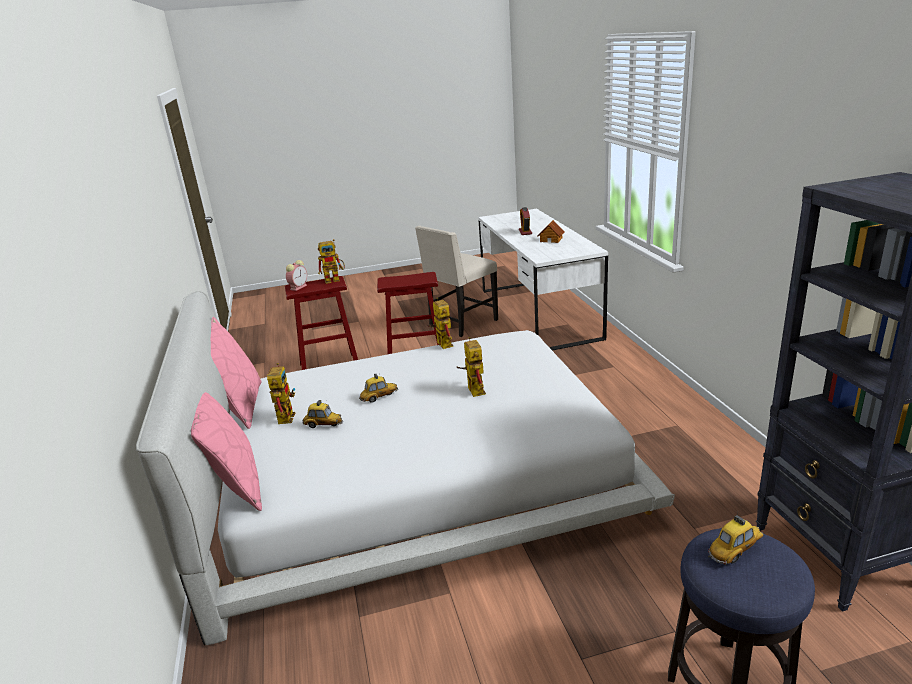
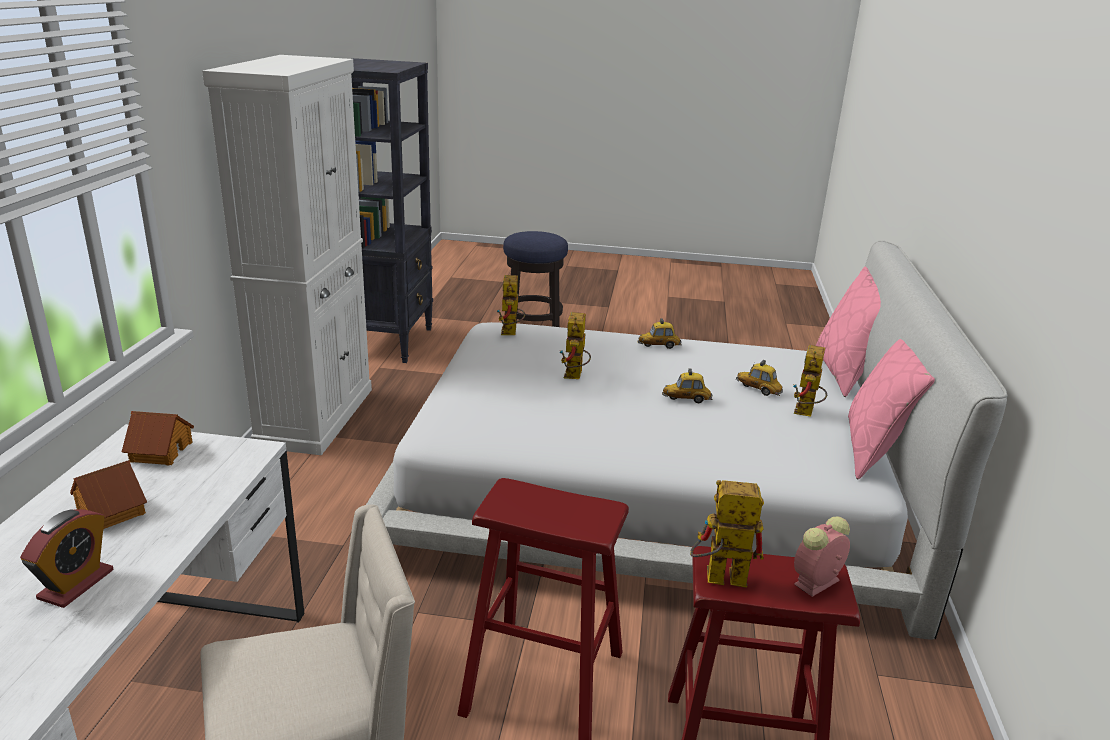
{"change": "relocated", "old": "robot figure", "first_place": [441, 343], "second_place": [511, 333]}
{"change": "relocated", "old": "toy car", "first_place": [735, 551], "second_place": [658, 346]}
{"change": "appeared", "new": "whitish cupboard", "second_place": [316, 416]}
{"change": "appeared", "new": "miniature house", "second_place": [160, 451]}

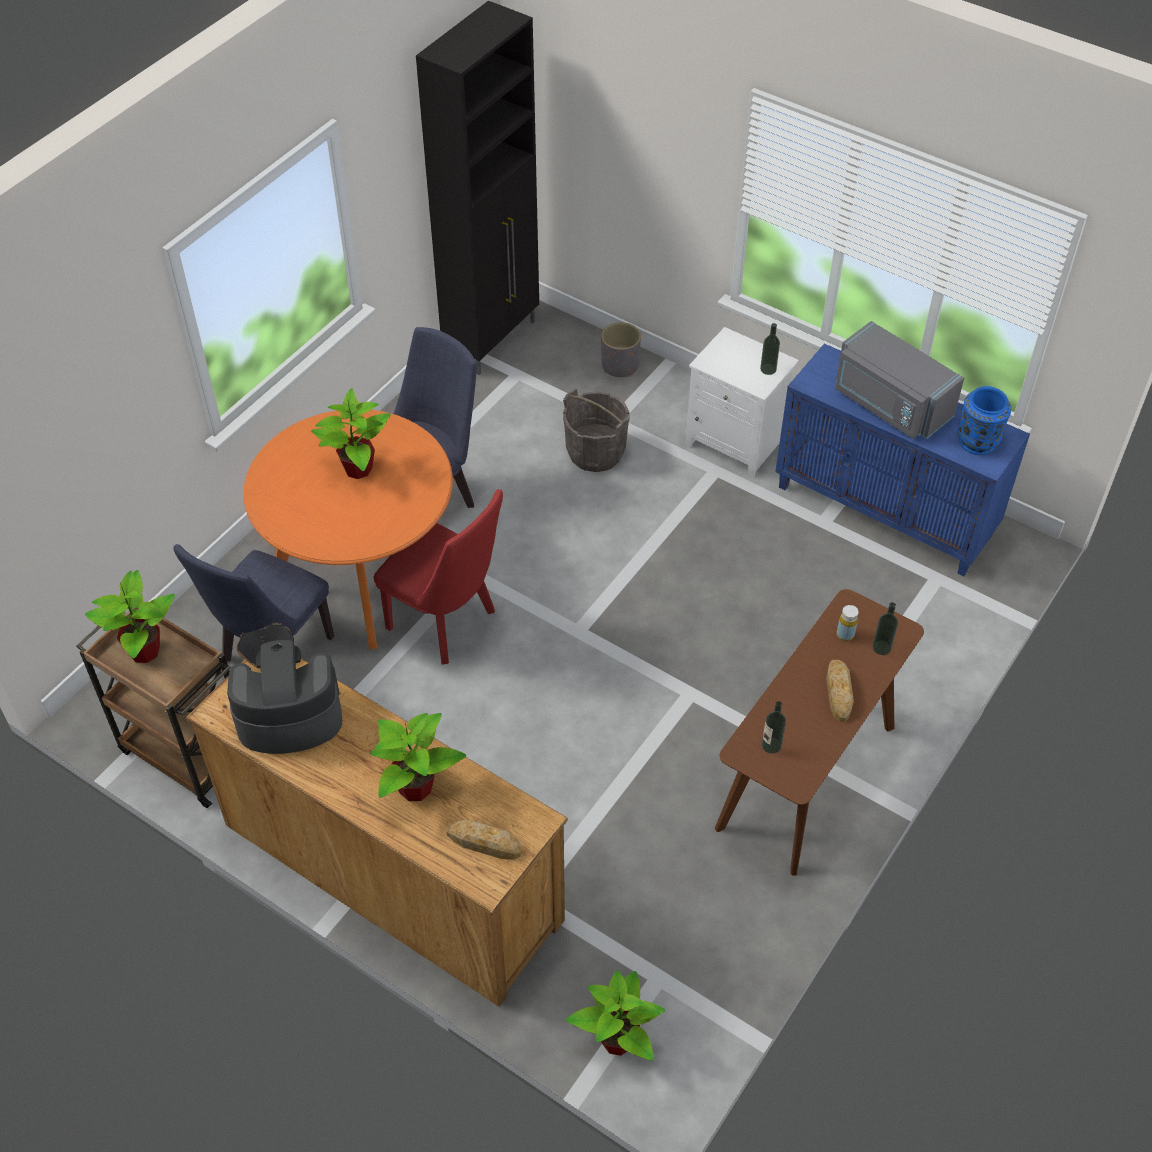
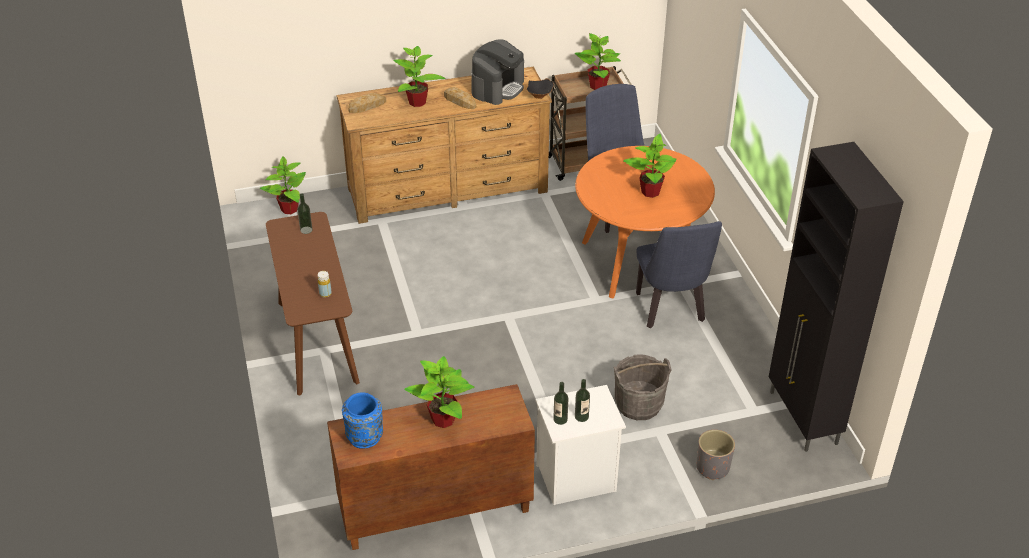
{"change": "exchanged", "old": "gray microwave oven", "new": "potted plant", "first_place": [889, 404], "second_place": [444, 419]}
{"change": "colour", "old": "blue cupboard", "new": "brown cupboard", "first_place": [885, 511], "second_place": [434, 511]}
{"change": "missing", "old": "red-coloured upright chair", "first_place": [448, 624]}
{"change": "relocated", "old": "drink bottle", "first_place": [881, 647], "second_place": [581, 416]}
{"change": "relocated", "old": "bread", "first_place": [838, 692], "second_place": [459, 101]}

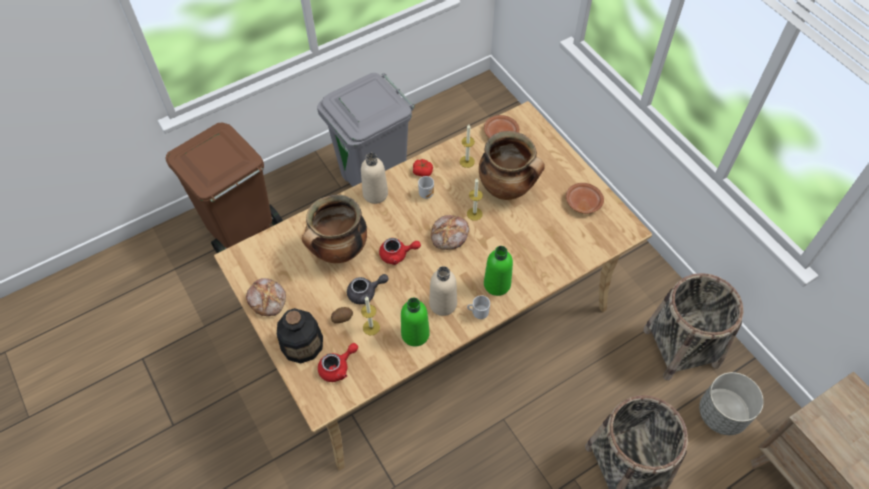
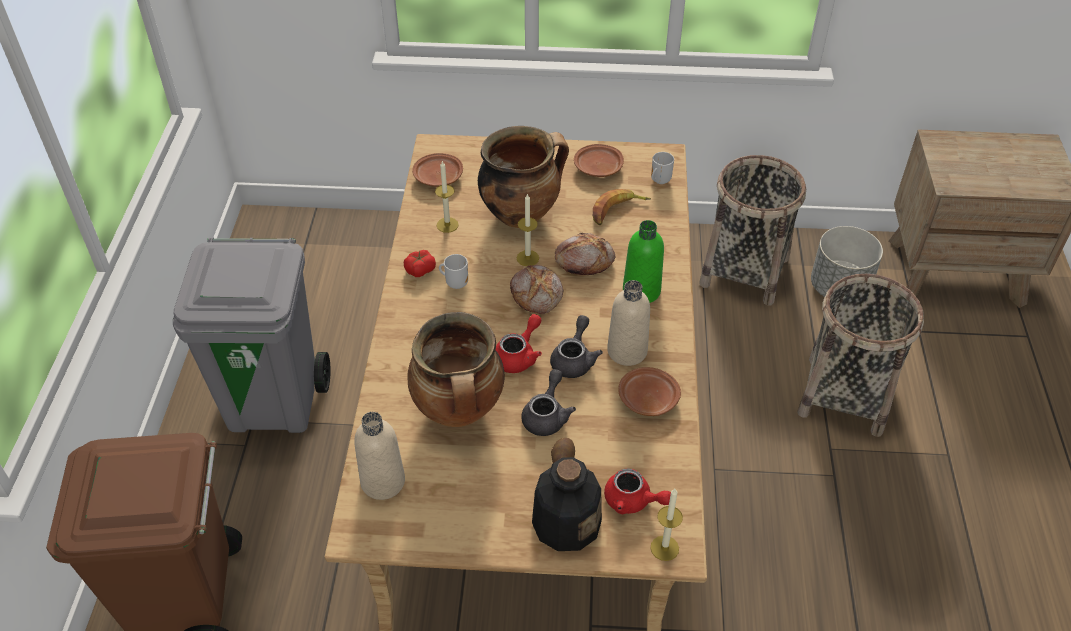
{"change": "relocated", "old": "sand-coloured drink bottle", "first_place": [375, 194], "second_place": [383, 482]}
{"change": "relocated", "old": "bread", "first_place": [268, 299], "second_place": [584, 260]}
{"change": "relocated", "old": "tea mug", "first_place": [479, 313], "second_place": [659, 181]}
{"change": "relocated", "old": "candle", "first_place": [371, 327], "second_place": [664, 548]}
{"change": "exchanged", "old": "green drink bottle", "new": "brown dinner plate", "first_place": [415, 334], "second_place": [647, 398]}
{"change": "spun", "old": "red-coloured pot for tea", "first_place": [338, 367], "second_place": [633, 501], "degrees": 120}
{"change": "appeared", "new": "banana", "second_place": [617, 211]}
{"change": "appeared", "new": "gray pot for tea", "second_place": [574, 359]}

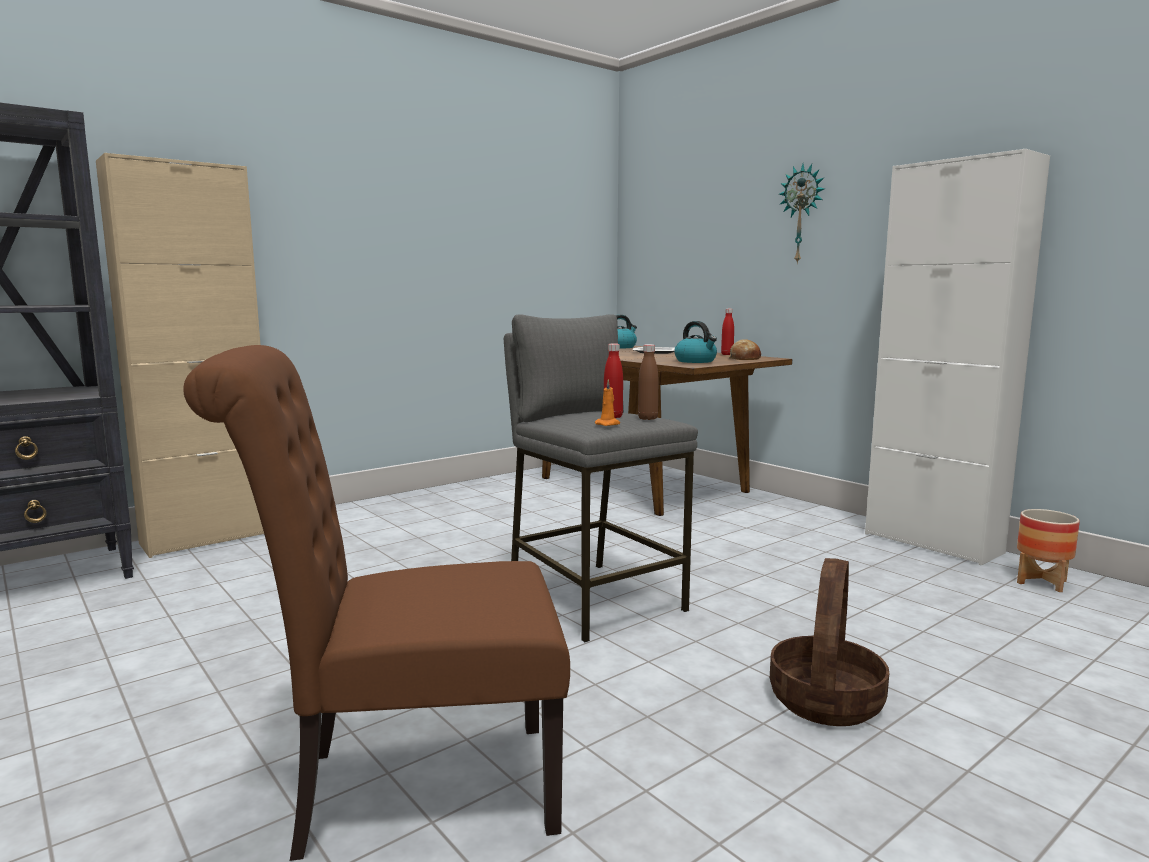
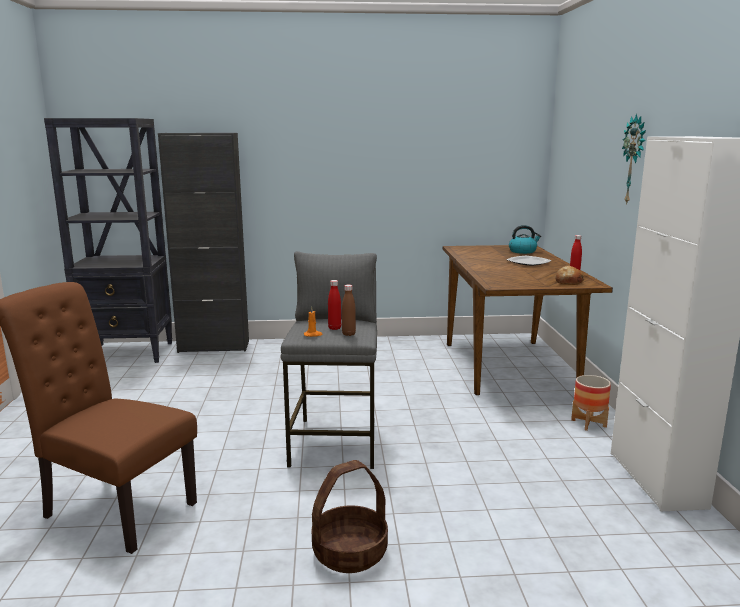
{"change": "colour", "old": "sand-coloured cupboard", "new": "black-coloured cupboard", "first_place": [208, 538], "second_place": [214, 347]}
{"change": "missing", "old": "tea kettle", "first_place": [696, 361]}
{"change": "relocated", "old": "planter", "first_place": [1041, 582], "second_place": [588, 423]}

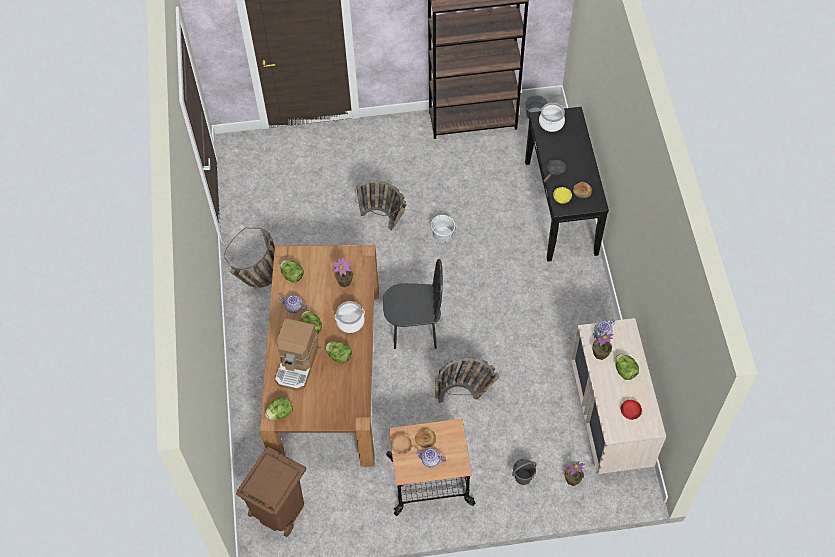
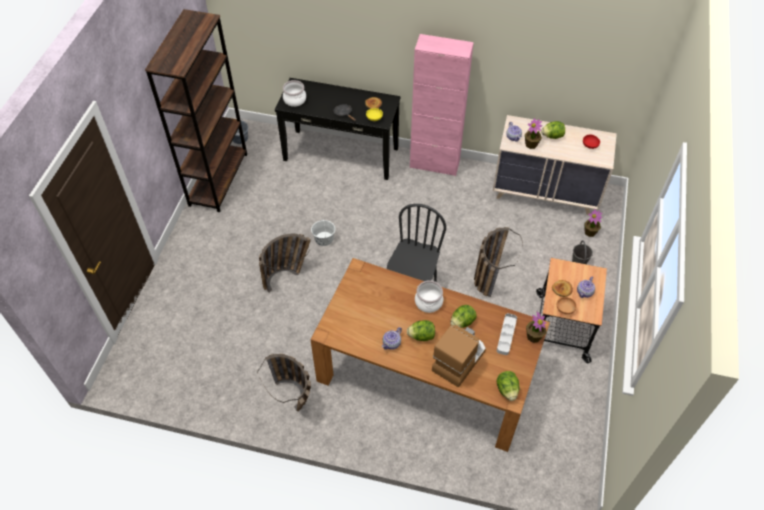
{"change": "relocated", "old": "potted plant", "first_place": [344, 281], "second_place": [533, 336]}
{"change": "missing", "old": "lettuce head", "first_place": [292, 275]}
{"change": "spun", "old": "coffee machine", "first_place": [297, 365], "second_place": [458, 359], "degrees": -90}
{"change": "missing", "old": "brown waste bin", "first_place": [279, 509]}
{"change": "appeared", "new": "pink-coloured cupboard", "second_place": [434, 164]}
{"change": "appeared", "new": "gray carrying tray", "second_place": [506, 335]}

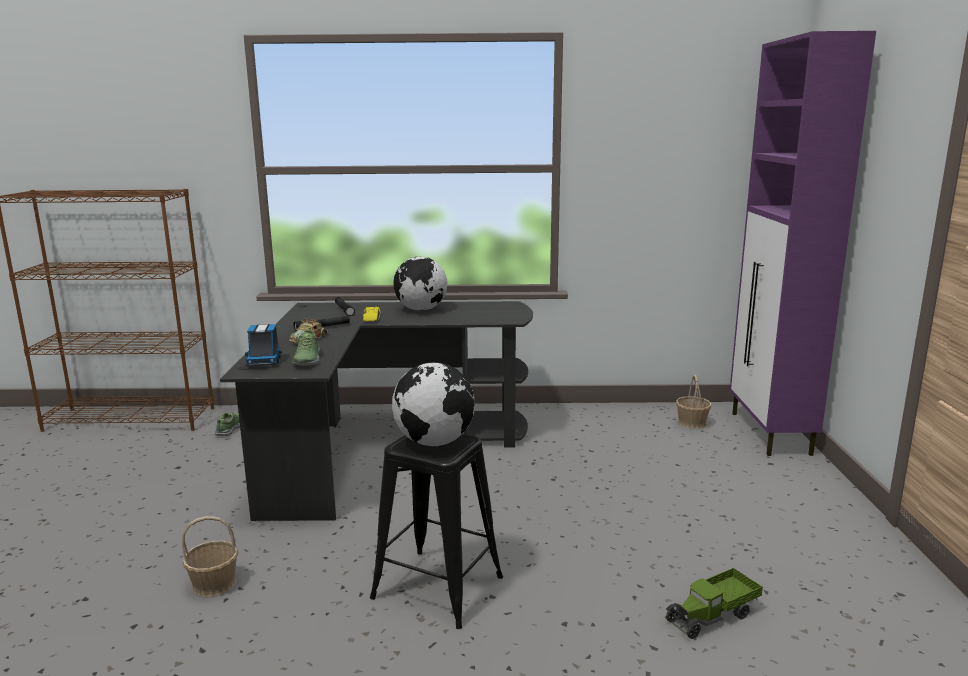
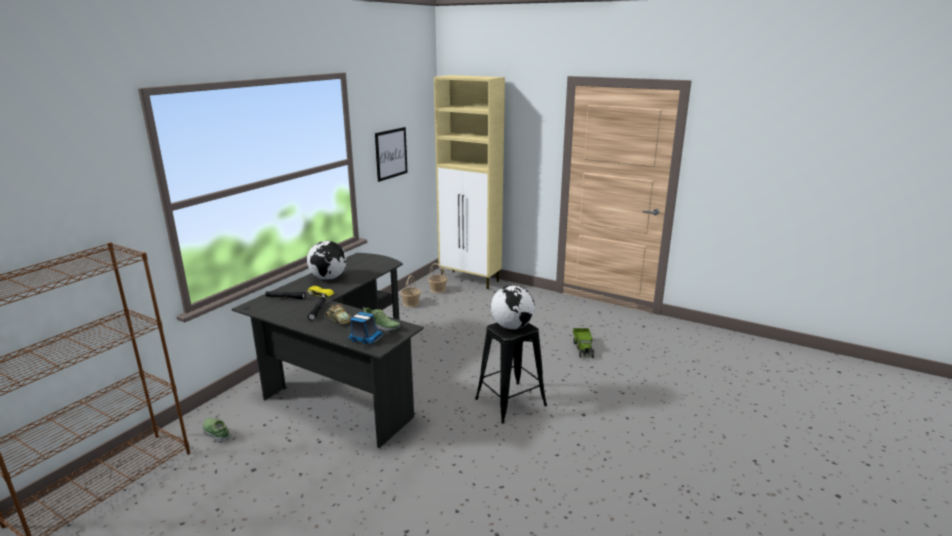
{"change": "colour", "old": "purple cupboard", "new": "sand-coloured cupboard", "first_place": [770, 434], "second_place": [470, 280]}
{"change": "relocated", "old": "storage basket", "first_place": [214, 584], "second_place": [411, 303]}
{"change": "appeared", "new": "picture", "second_place": [391, 153]}

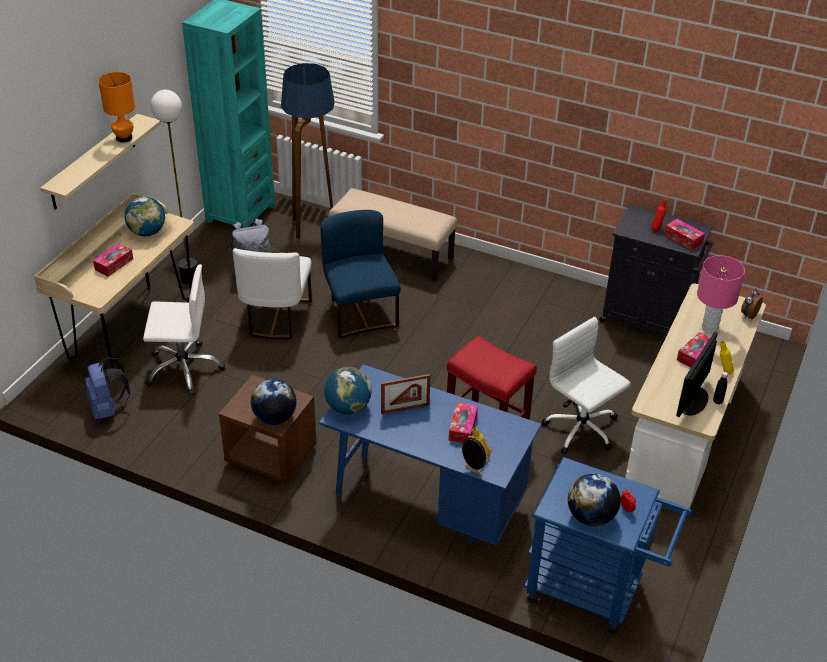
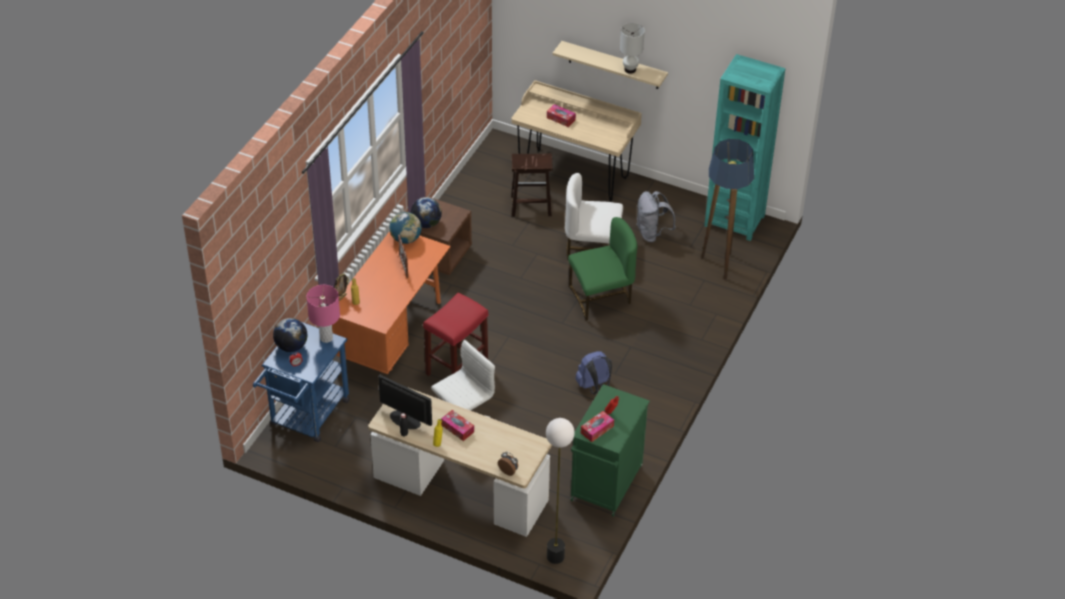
{"change": "colour", "old": "orange table lamp", "new": "whitish table lamp", "first_place": [124, 138], "second_place": [630, 69]}
{"change": "relocated", "old": "standing lamp", "first_place": [189, 279], "second_place": [555, 556]}
{"change": "missing", "old": "sand-coloured bench", "first_place": [393, 254]}
{"change": "missing", "old": "desk globe", "first_place": [147, 232]}
{"change": "colour", "old": "black-coloured cupboard", "new": "green cupboard", "first_place": [648, 319], "second_place": [606, 484]}
{"change": "colour", "old": "blue upright chair", "new": "green upright chair", "first_place": [360, 313], "second_place": [601, 297]}
{"change": "relocated", "old": "pink-coloured table lamp", "first_place": [710, 328], "second_place": [326, 338]}
{"change": "exchanged", "old": "whitish computer chair", "new": "brown sitting stool", "first_place": [184, 369], "second_place": [530, 206]}
{"change": "relocated", "old": "blue backpack", "first_place": [108, 409], "second_place": [594, 387]}
{"change": "colour", "old": "blue desk unit", "new": "orange desk unit", "first_place": [427, 502], "second_place": [392, 335]}
{"change": "missing", "old": "tissue holder", "first_place": [463, 427]}

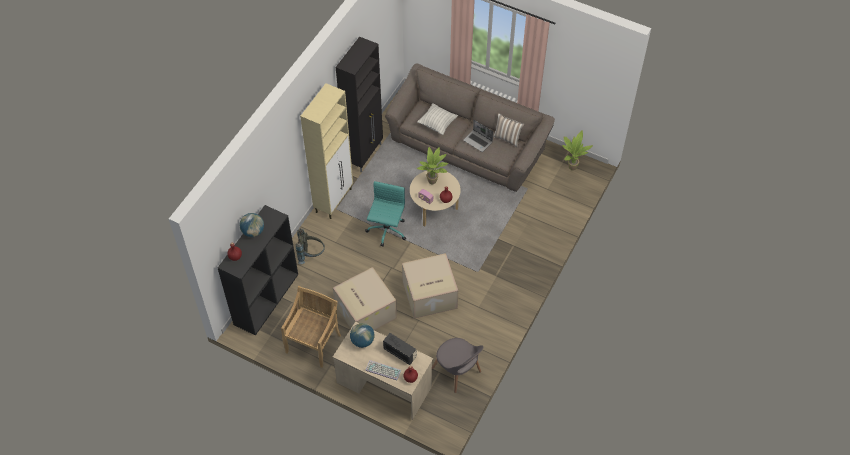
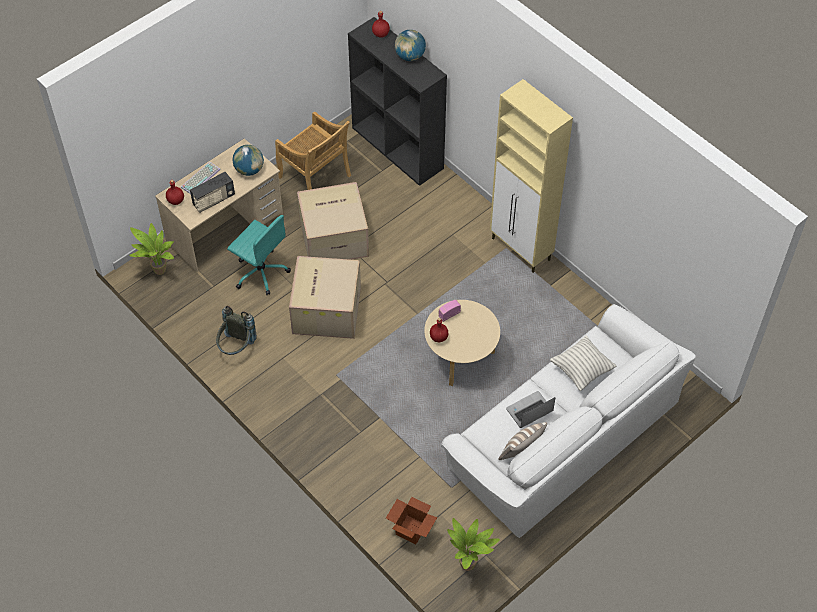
{"change": "missing", "old": "black-coloured cupboard", "first_place": [364, 155]}
{"change": "colour", "old": "brown sofa", "new": "whitish sofa", "first_place": [467, 145], "second_place": [562, 436]}
{"change": "relocated", "old": "potted plant", "first_place": [433, 182], "second_place": [158, 272]}
{"change": "relocated", "old": "turquoise-coloured computer chair", "first_place": [386, 231], "second_place": [261, 272]}
{"change": "relocated", "old": "gray backpack", "first_place": [311, 255], "second_place": [236, 347]}
{"change": "missing", "old": "gray upright chair", "first_place": [457, 372]}
{"change": "appeared", "new": "cardboard box", "second_place": [411, 530]}

